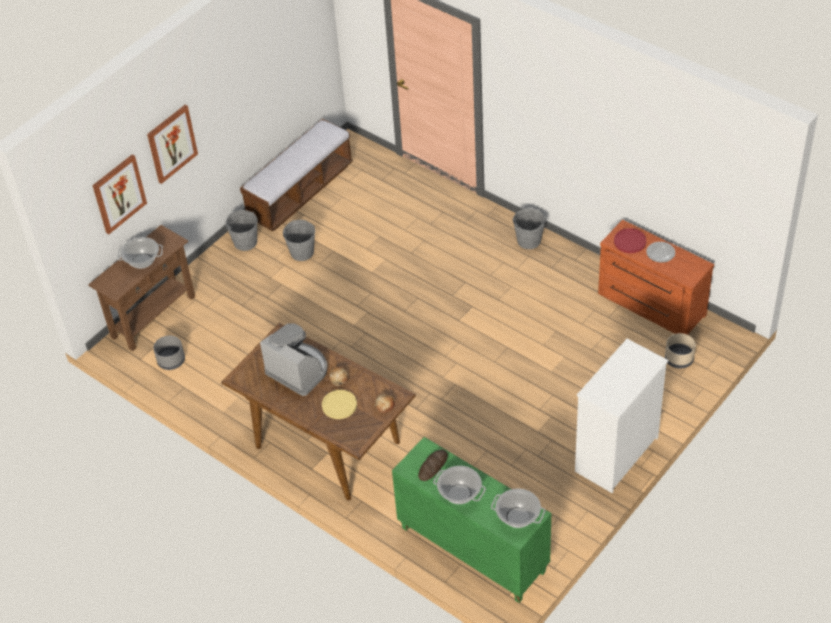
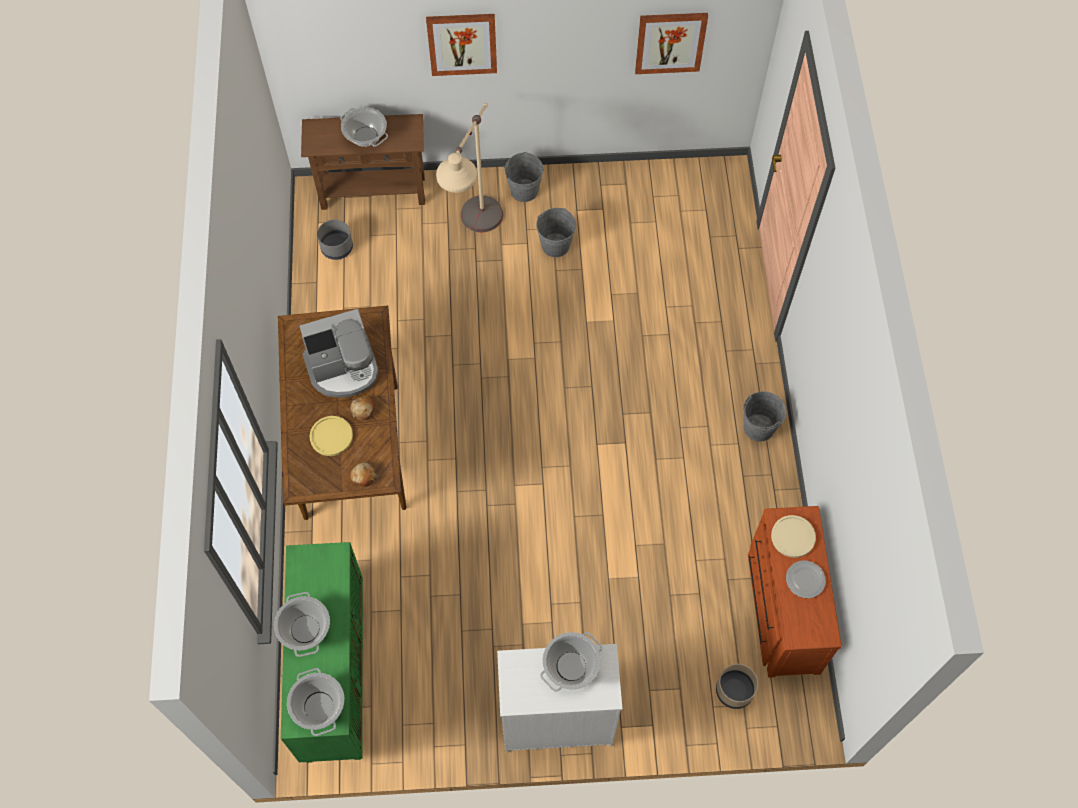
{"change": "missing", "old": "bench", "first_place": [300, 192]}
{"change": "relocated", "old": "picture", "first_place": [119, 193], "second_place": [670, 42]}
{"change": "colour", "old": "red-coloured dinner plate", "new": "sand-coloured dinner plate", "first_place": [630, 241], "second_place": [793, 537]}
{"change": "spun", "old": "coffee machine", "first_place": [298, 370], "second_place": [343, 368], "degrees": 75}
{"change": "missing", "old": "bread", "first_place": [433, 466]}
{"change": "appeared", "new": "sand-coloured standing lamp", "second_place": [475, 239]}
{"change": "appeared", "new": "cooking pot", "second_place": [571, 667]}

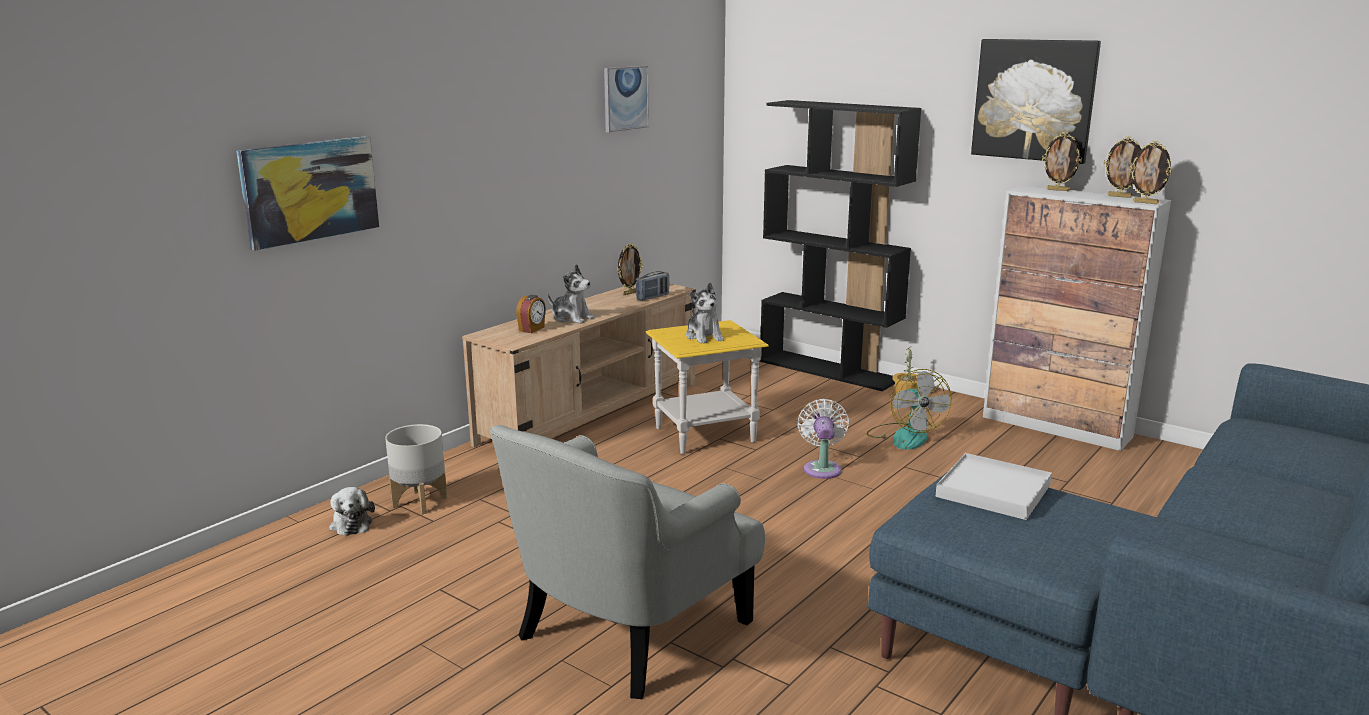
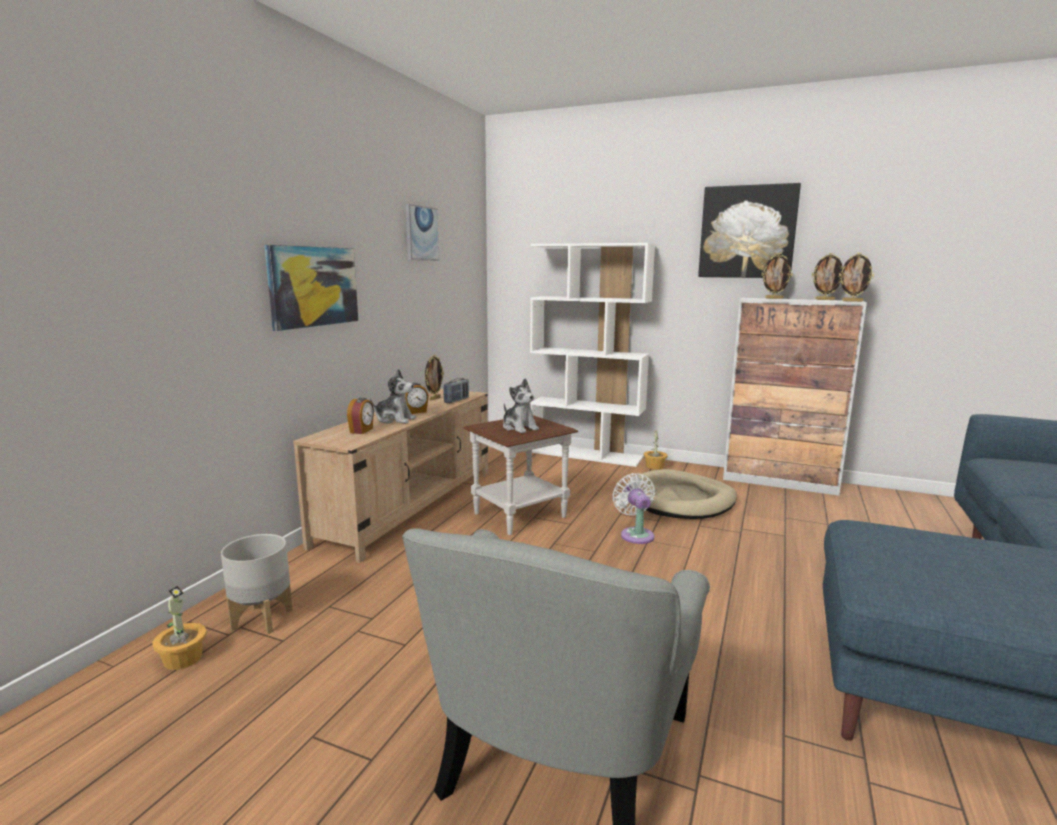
{"change": "colour", "old": "black-coloured bookshelf", "new": "whitish bookshelf", "first_place": [829, 370], "second_place": [586, 454]}
{"change": "relocated", "old": "picture", "first_place": [310, 190], "second_place": [313, 286]}
{"change": "colour", "old": "yellow end table", "new": "brown end table", "first_place": [706, 434], "second_place": [520, 515]}
{"change": "exchanged", "old": "cooling fan", "new": "sand-coloured pet bed", "first_place": [905, 436], "second_place": [679, 500]}
{"change": "missing", "old": "whitish carrying tray", "first_place": [993, 491]}
{"change": "exchanged", "old": "cuddly toy", "new": "potted plant", "first_place": [351, 523], "second_place": [182, 659]}
{"change": "appeared", "new": "bedside clock", "second_place": [415, 412]}

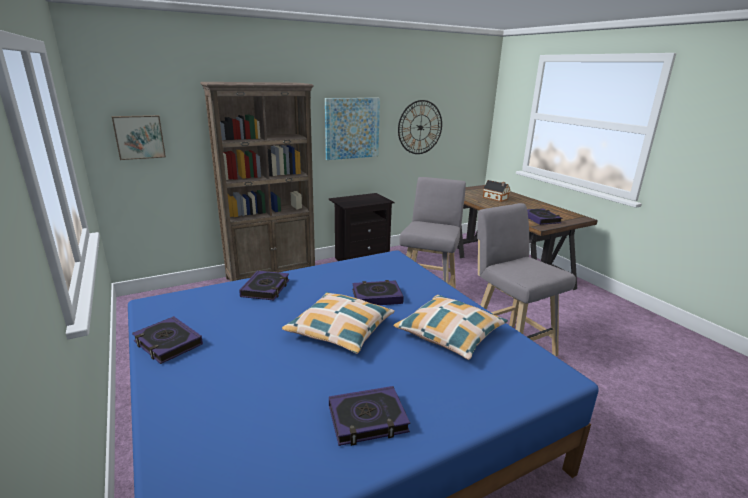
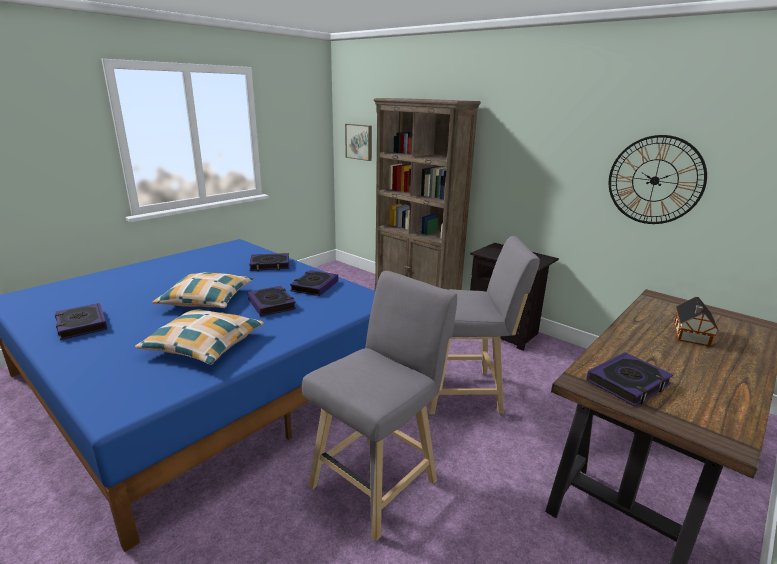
{"change": "missing", "old": "picture", "first_place": [352, 128]}
{"change": "relocated", "old": "bound book", "first_place": [168, 343], "second_place": [314, 286]}

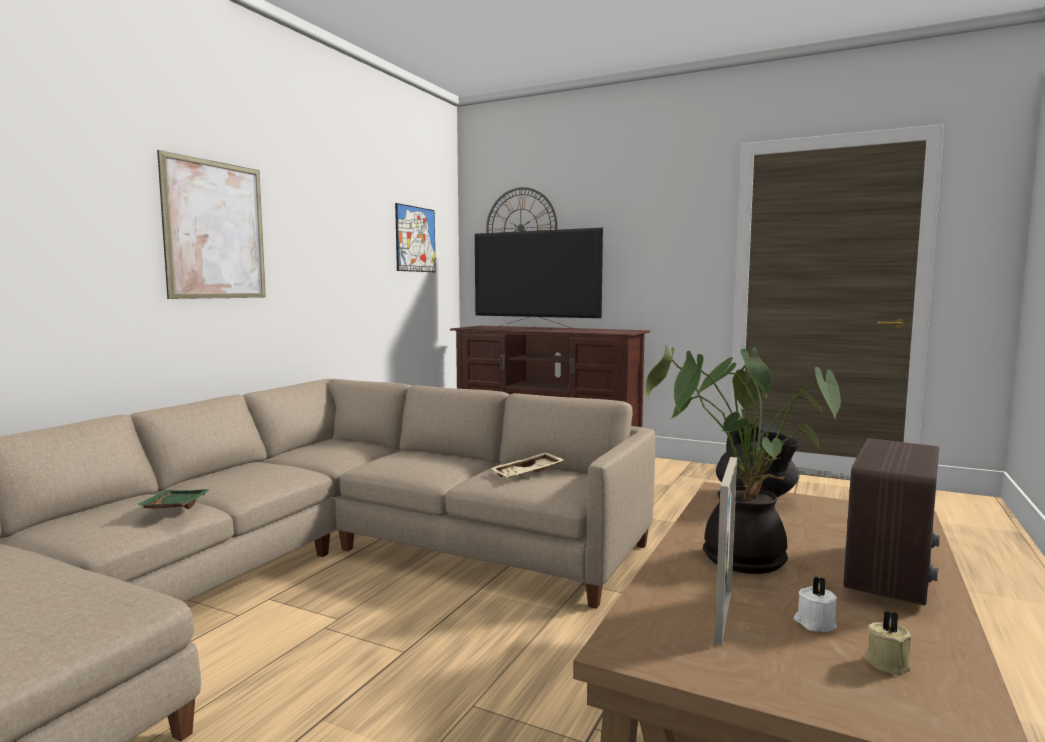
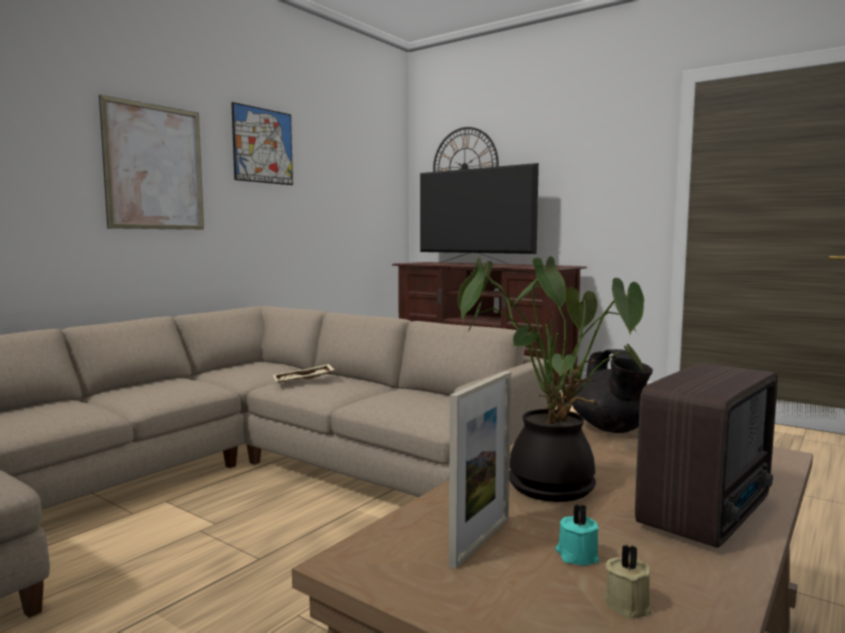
{"change": "relocated", "old": "picture", "first_place": [415, 239], "second_place": [263, 146]}
{"change": "relocated", "old": "sand-coloured carrying tray", "first_place": [528, 474], "second_place": [303, 381]}
{"change": "missing", "old": "green carrying tray", "first_place": [174, 508]}
{"change": "colour", "old": "whitish candle", "new": "turquoise-coloured candle", "first_place": [814, 623], "second_place": [576, 556]}

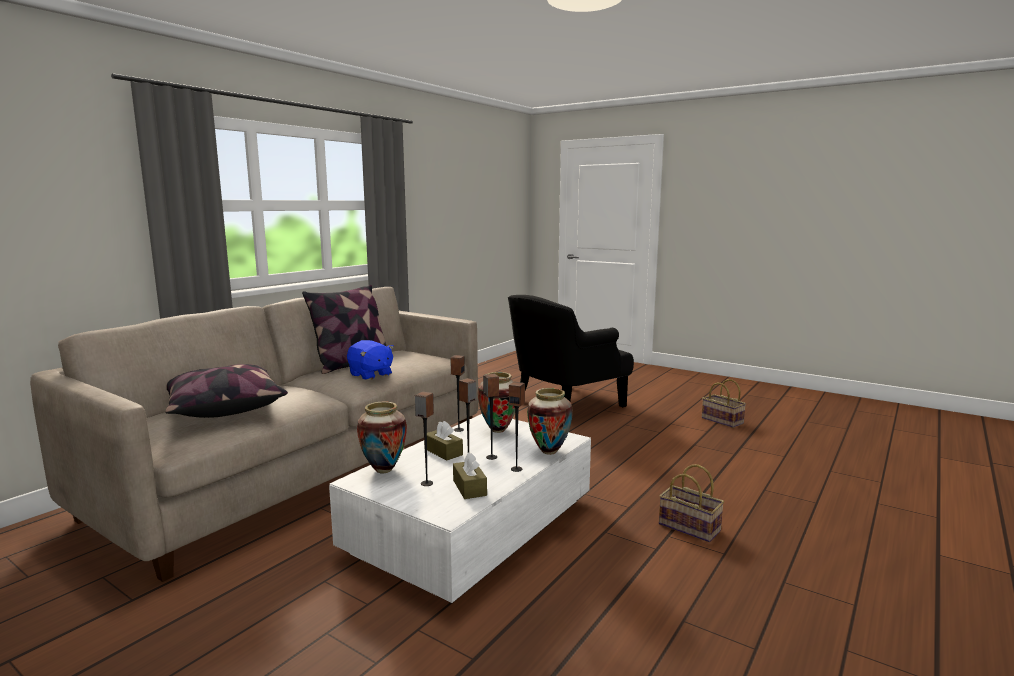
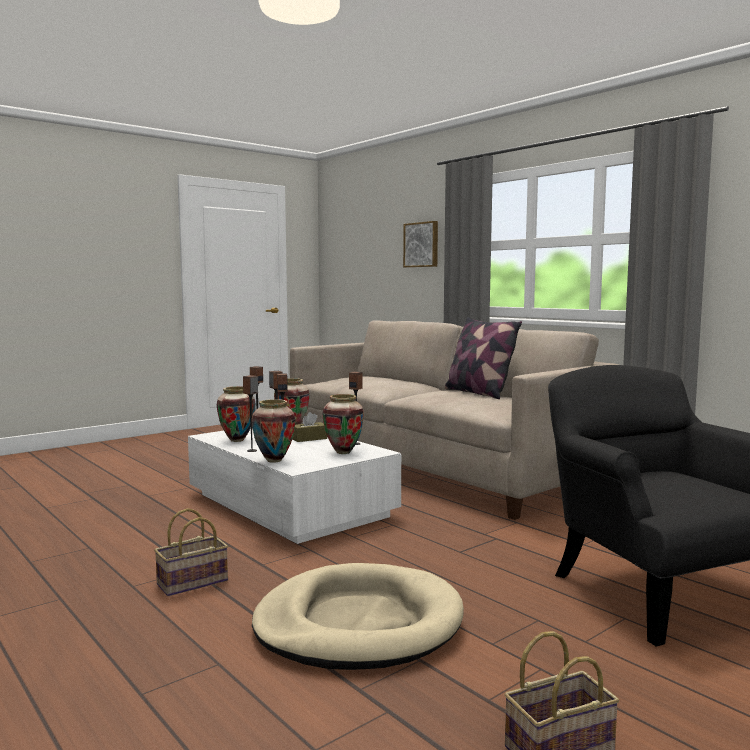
{"change": "missing", "old": "blue cuddly toy", "first_place": [370, 375]}
{"change": "missing", "old": "throw pillow", "first_place": [223, 408]}
{"change": "exchanged", "old": "brown tissue holder", "new": "decorative vase", "first_place": [469, 488], "second_place": [237, 440]}
{"change": "appeared", "new": "picture", "second_place": [422, 245]}
{"change": "appeared", "new": "sand-coloured pet bed", "second_place": [358, 624]}

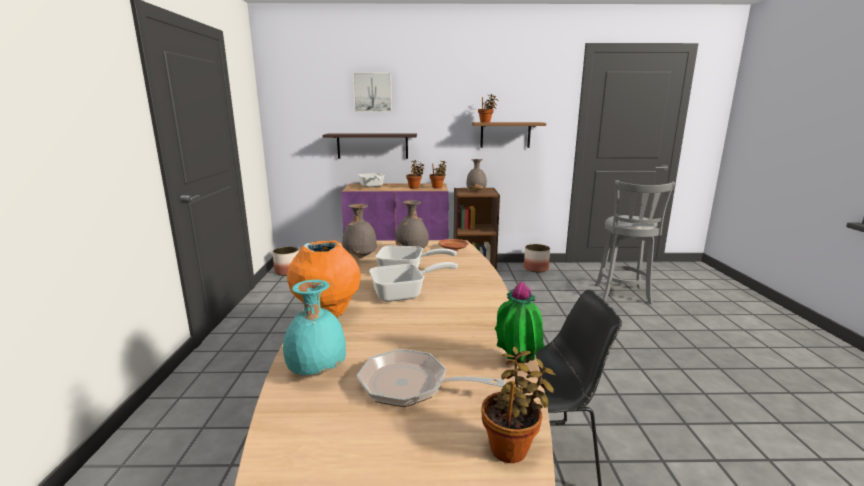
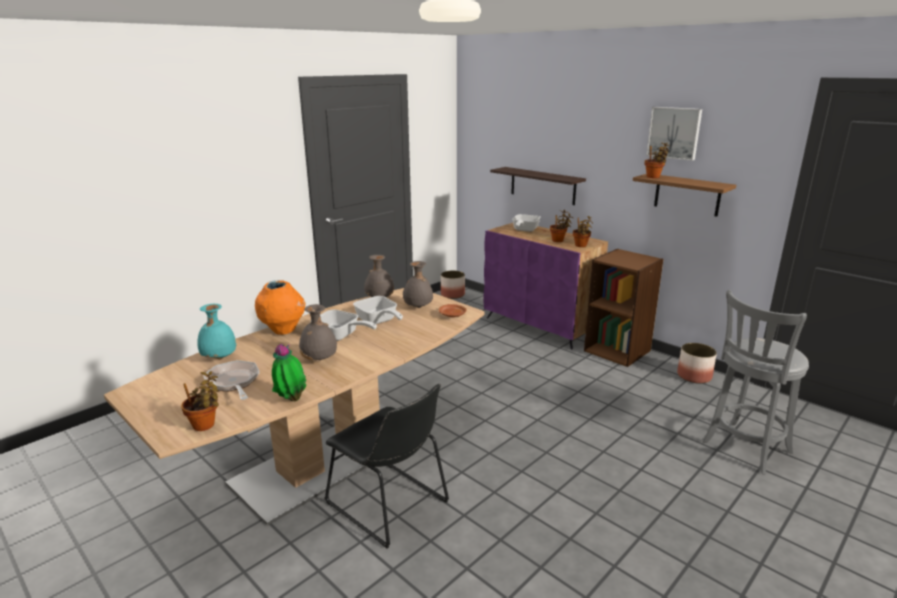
{"change": "relocated", "old": "picture", "first_place": [372, 92], "second_place": [674, 133]}
{"change": "relocated", "old": "gray decorative vase", "first_place": [476, 191], "second_place": [319, 360]}

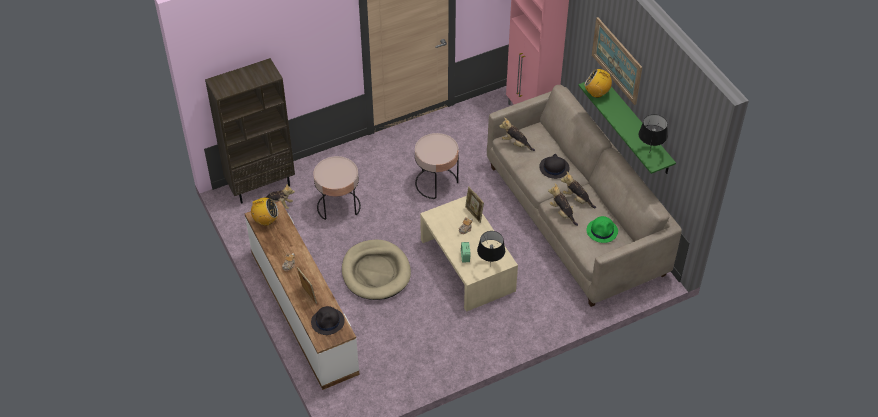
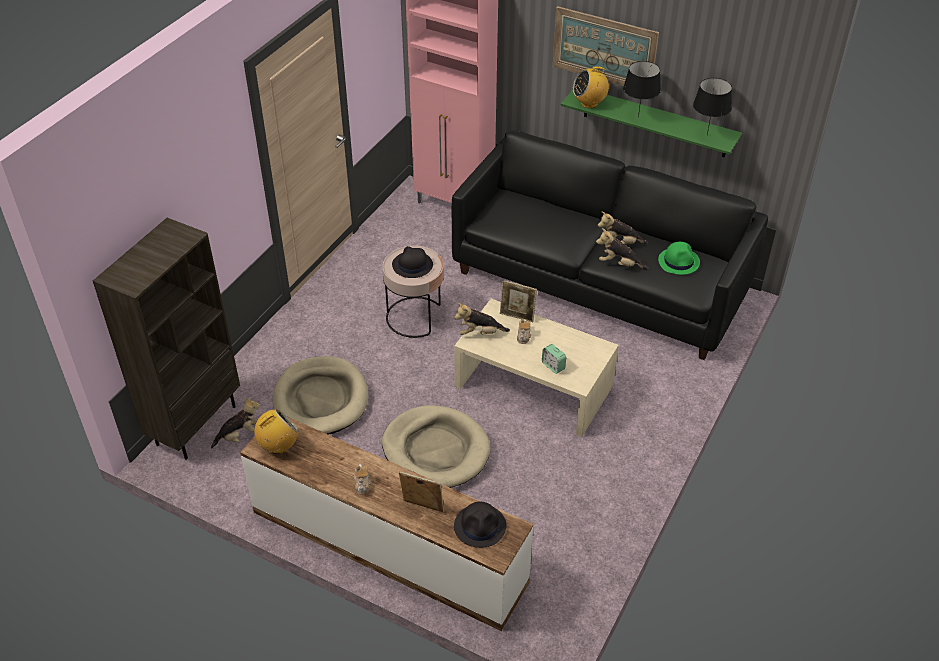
{"change": "colour", "old": "sand-coloured sofa", "new": "black-coloured sofa", "first_place": [575, 219], "second_place": [600, 282]}
{"change": "relocated", "old": "cuddly toy", "first_place": [516, 144], "second_place": [480, 333]}
{"change": "relocated", "old": "black-coloured wearable hat", "first_place": [554, 168], "second_place": [412, 265]}
{"change": "exchanged", "old": "pink-coloured end table", "new": "sand-coloured pet bed", "first_place": [339, 206], "second_place": [321, 399]}
{"change": "relocated", "old": "black-coloured table lamp", "first_place": [490, 266], "second_place": [638, 117]}

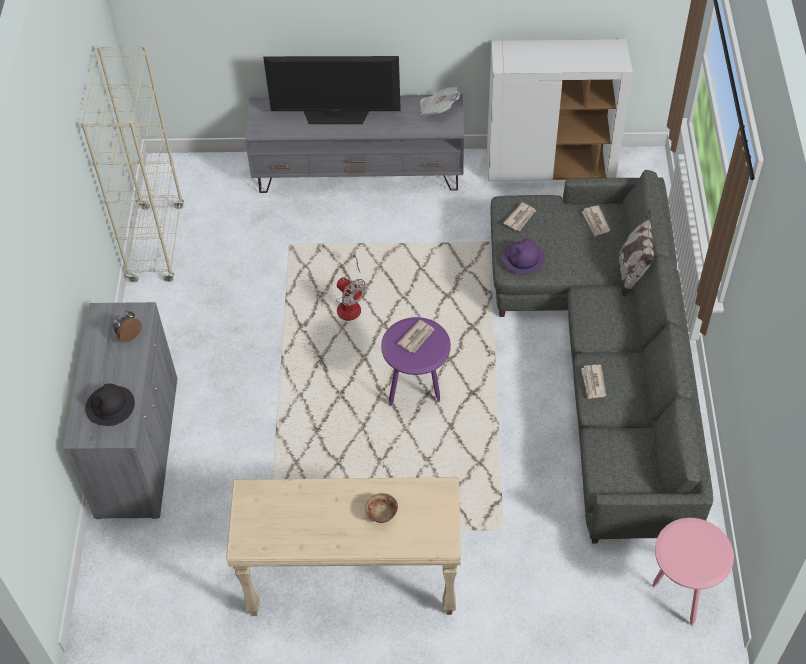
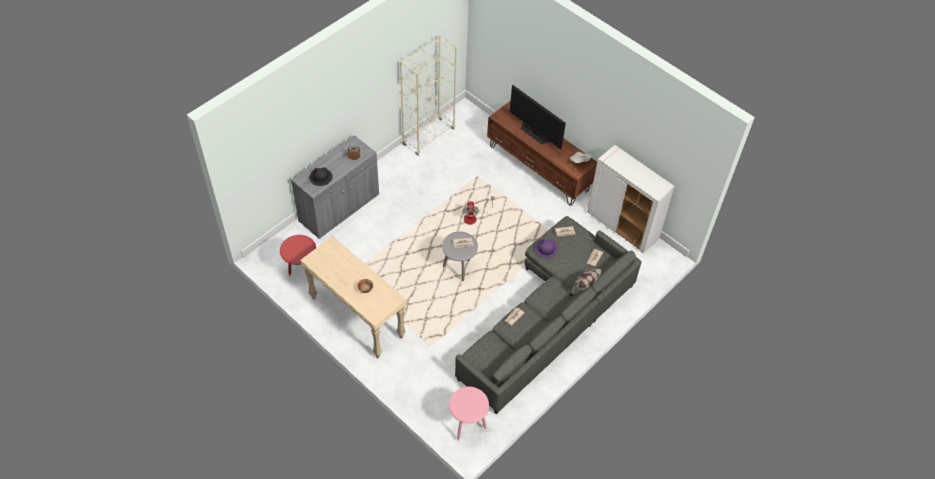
{"change": "colour", "old": "gray tv stand", "new": "brown tv stand", "first_place": [360, 173], "second_place": [538, 168]}
{"change": "colour", "old": "purple end table", "new": "gray end table", "first_place": [417, 393], "second_place": [459, 271]}
{"change": "appeared", "new": "red-coloured end table", "second_place": [302, 274]}

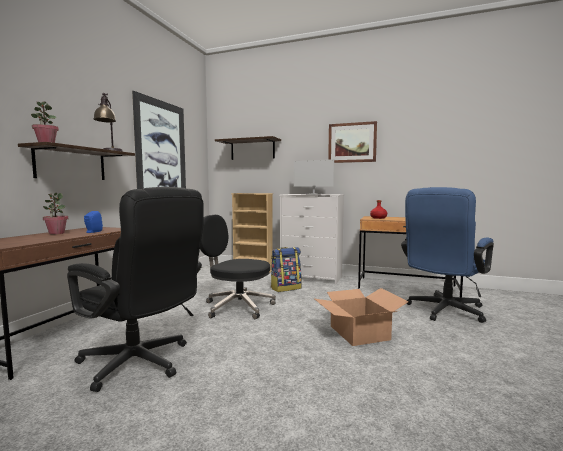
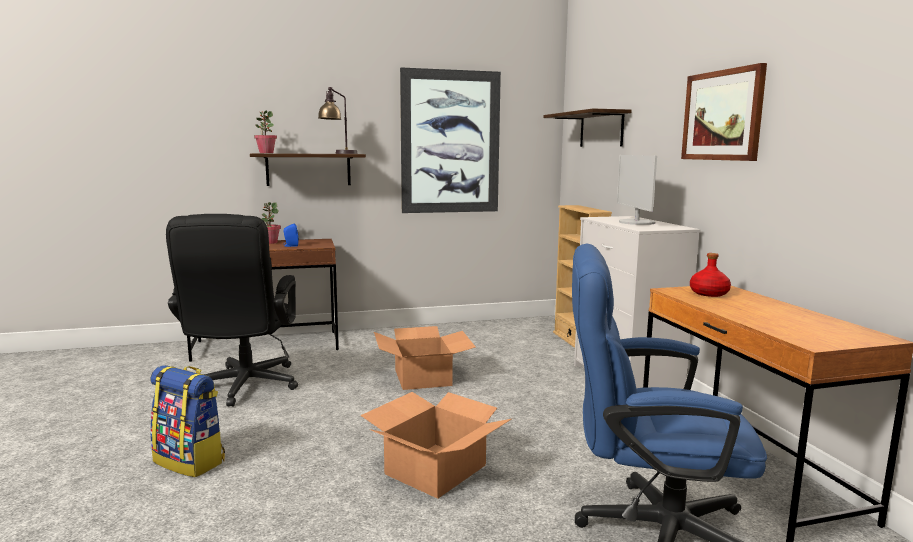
{"change": "exchanged", "old": "black-coloured computer chair", "new": "cardboard box", "first_place": [237, 307], "second_place": [423, 377]}
{"change": "relocated", "old": "backpack", "first_place": [286, 288], "second_place": [191, 461]}

